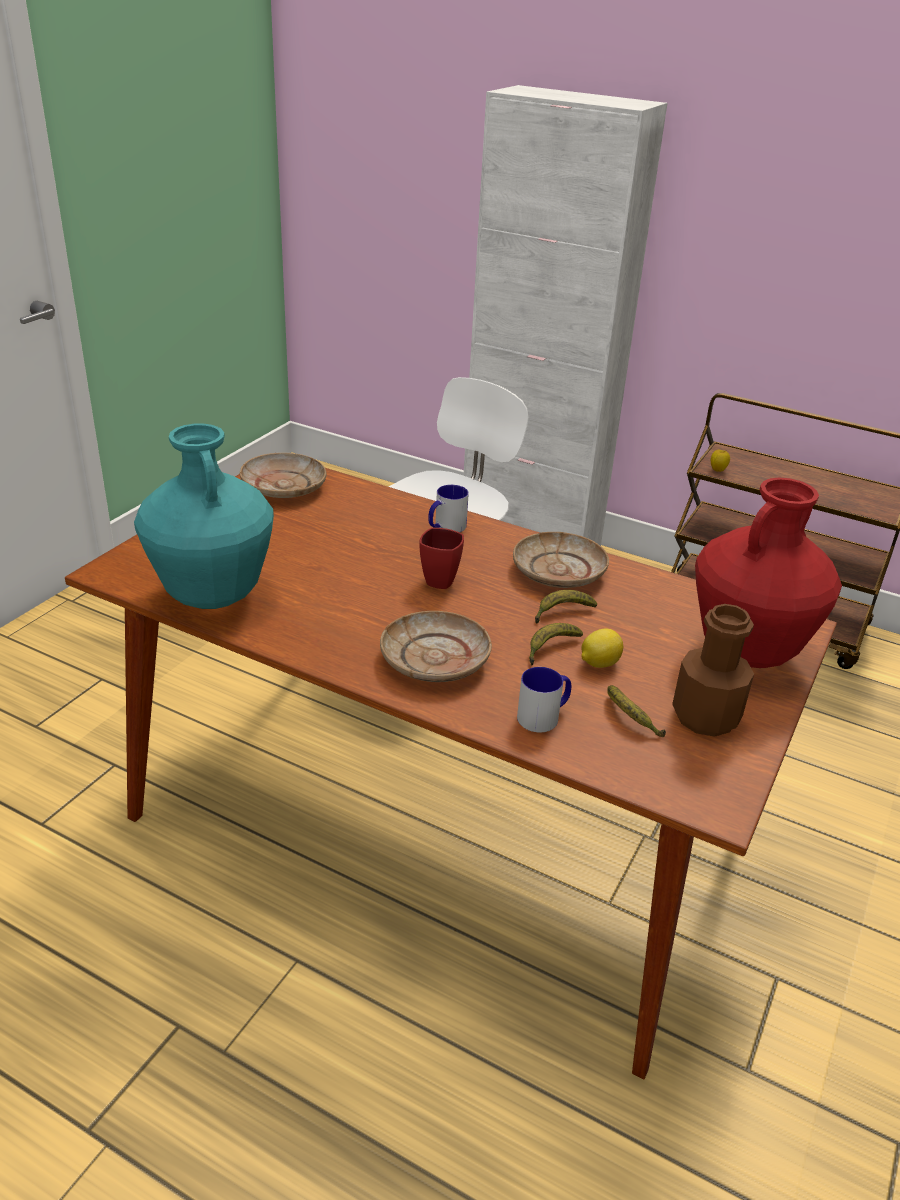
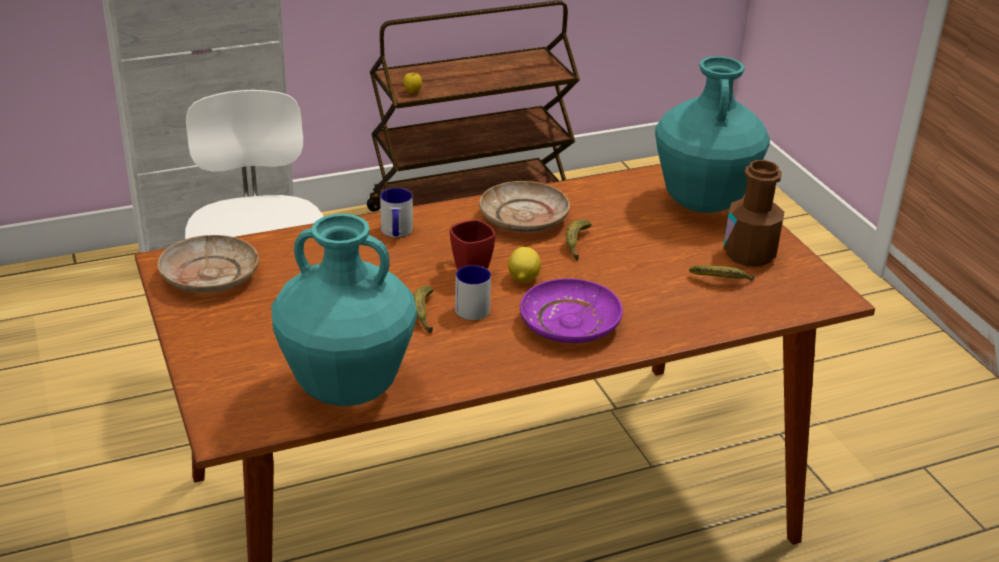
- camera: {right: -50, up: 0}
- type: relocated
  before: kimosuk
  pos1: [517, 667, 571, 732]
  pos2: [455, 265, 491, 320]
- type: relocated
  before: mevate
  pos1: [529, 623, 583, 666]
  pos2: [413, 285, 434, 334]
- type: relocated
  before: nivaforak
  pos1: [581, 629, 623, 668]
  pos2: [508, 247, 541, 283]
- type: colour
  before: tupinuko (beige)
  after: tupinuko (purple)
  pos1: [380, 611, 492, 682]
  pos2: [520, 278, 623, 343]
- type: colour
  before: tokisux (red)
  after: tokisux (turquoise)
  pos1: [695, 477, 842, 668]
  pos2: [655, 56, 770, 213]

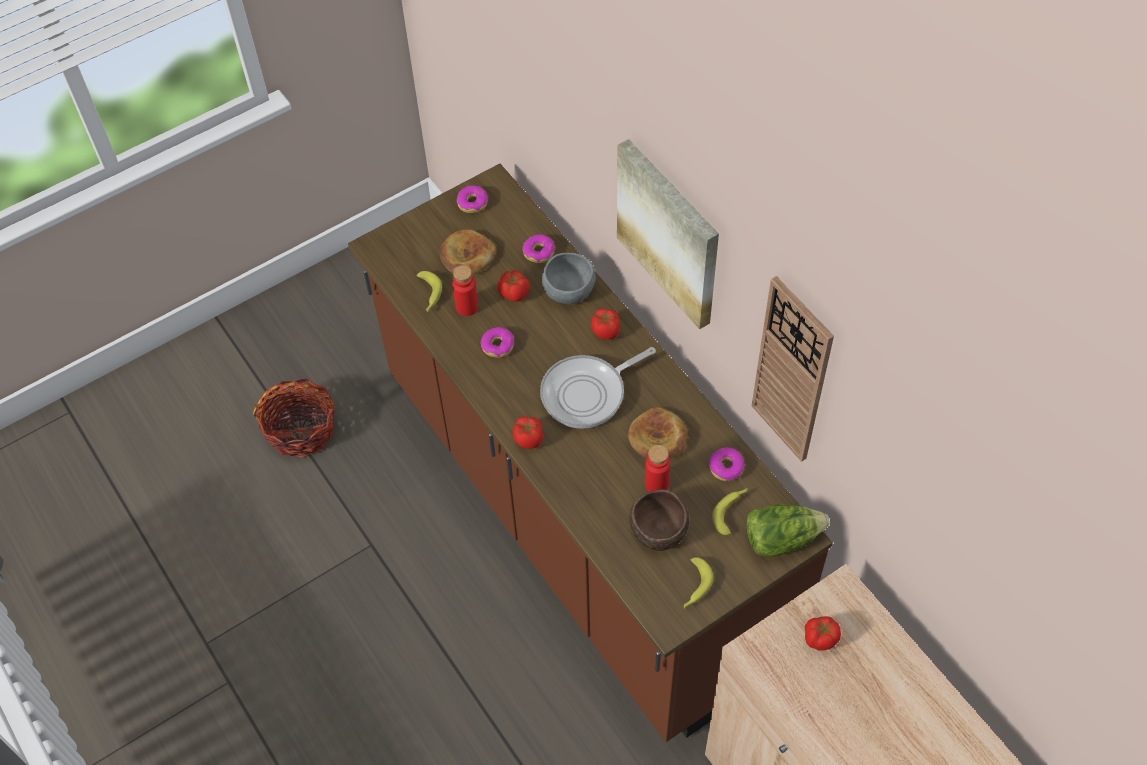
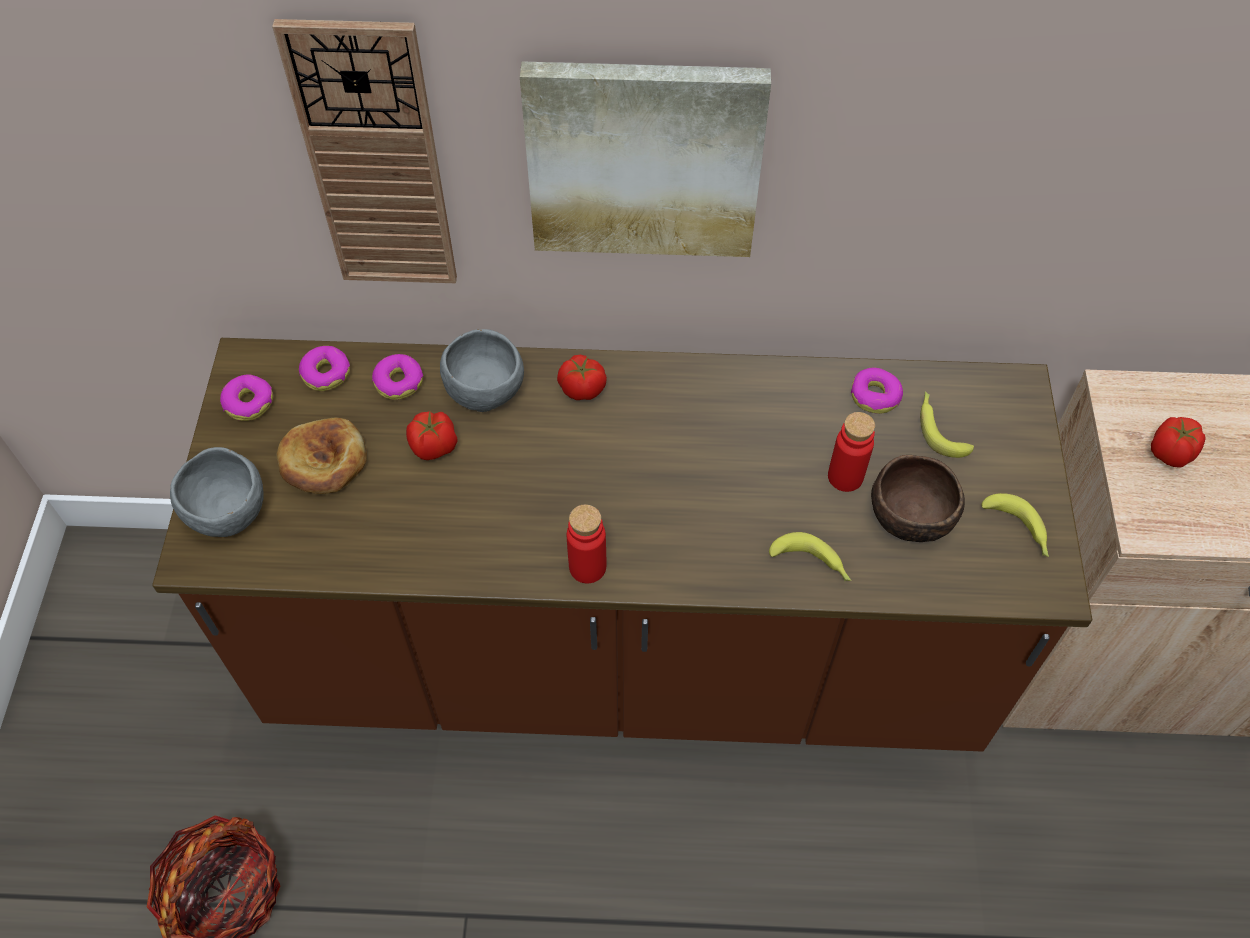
- camera: {right: -55, up: 0}
- type: missing
  before: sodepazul
  pos1: [513, 416, 543, 449]
- type: missing
  before: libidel
  pos1: [540, 347, 656, 429]
- type: missing
  before: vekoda
  pos1: [628, 407, 688, 459]
- type: missing
  before: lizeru
  pos1: [746, 504, 830, 557]
- type: appeared
  after: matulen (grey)
  pos2: [170, 447, 264, 537]
- type: relocated
  before: mevate
  pos1: [416, 271, 442, 312]
  pos2: [769, 532, 852, 581]
- type: relocated
  before: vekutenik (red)
  pos1: [452, 265, 478, 316]
  pos2: [567, 504, 606, 583]
- type: relocated
  before: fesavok
  pos1: [481, 327, 514, 358]
  pos2: [299, 346, 350, 391]
- type: relocated
  before: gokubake
  pos1: [751, 276, 834, 462]
  pos2: [272, 19, 457, 283]

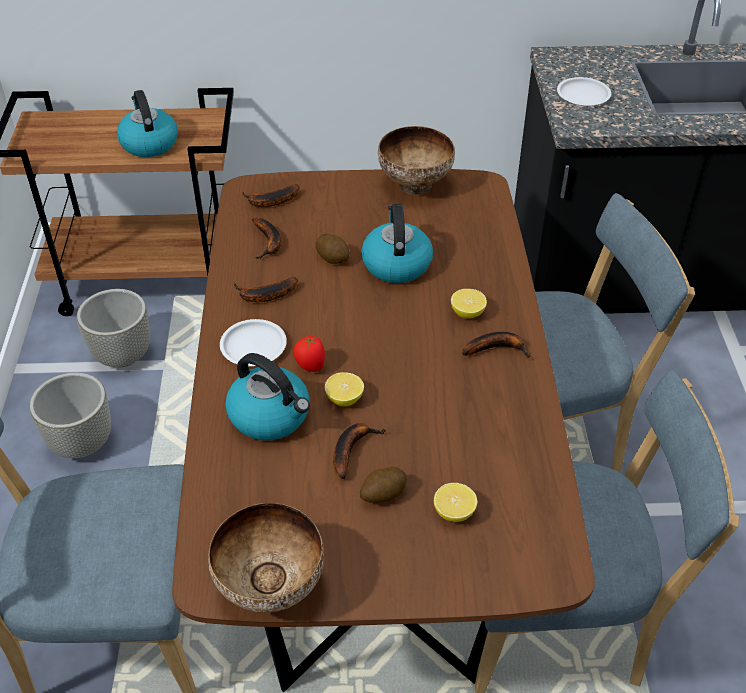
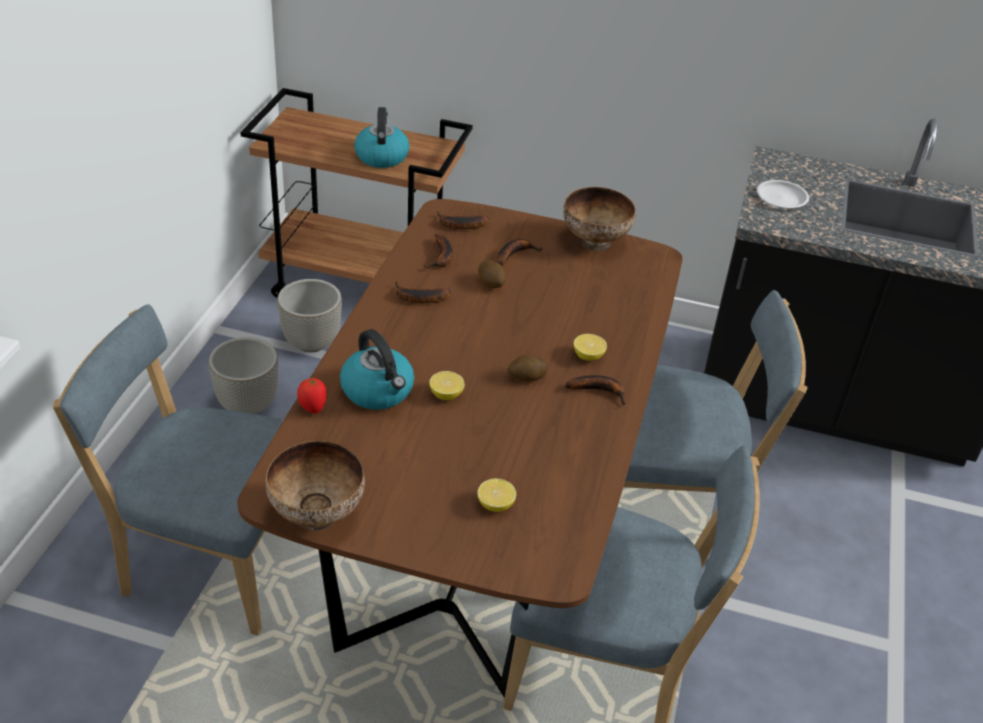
- camera: {right: 15, up: -5}
- type: missing
  before: tupinuko (white)
  pos1: [220, 319, 287, 366]
- type: missing
  before: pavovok
  pos1: [361, 204, 433, 283]
- type: relocated
  before: sodepazul
  pos1: [294, 336, 325, 372]
  pos2: [297, 377, 327, 413]
- type: relocated
  before: mevate
  pos1: [333, 423, 385, 479]
  pos2: [496, 239, 542, 266]
- type: relocated
  before: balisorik
  pos1: [360, 466, 407, 503]
  pos2: [507, 354, 548, 382]

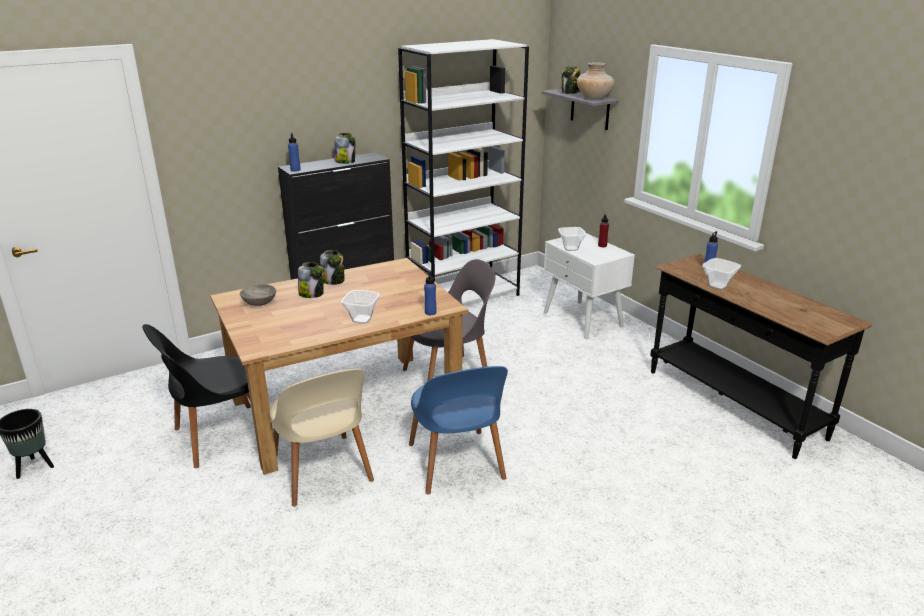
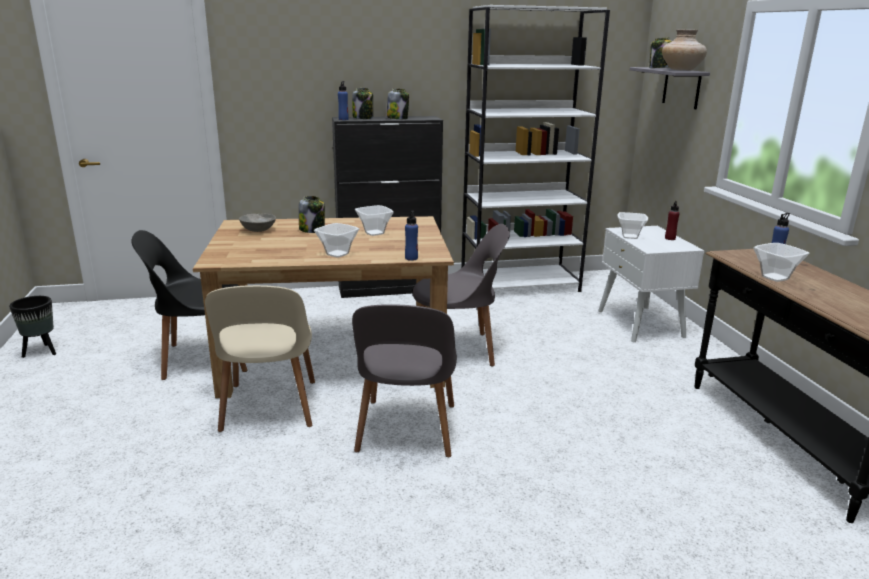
- camera: {right: 20, up: -5}
- type: appeared
  after: matulen
  pos2: [355, 205, 394, 236]
- type: relocated
  before: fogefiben
  pos1: [320, 250, 345, 285]
  pos2: [352, 88, 373, 119]
- type: colour
  before: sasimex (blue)
  after: sasimex (grey)
  pos1: [409, 366, 508, 494]
  pos2: [352, 304, 457, 457]

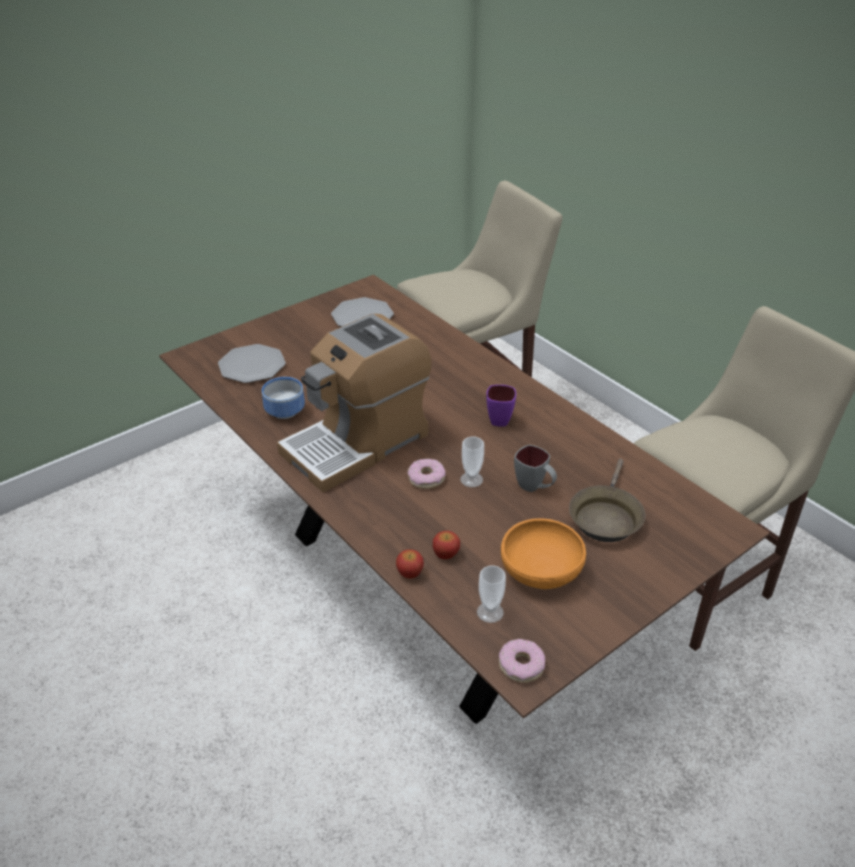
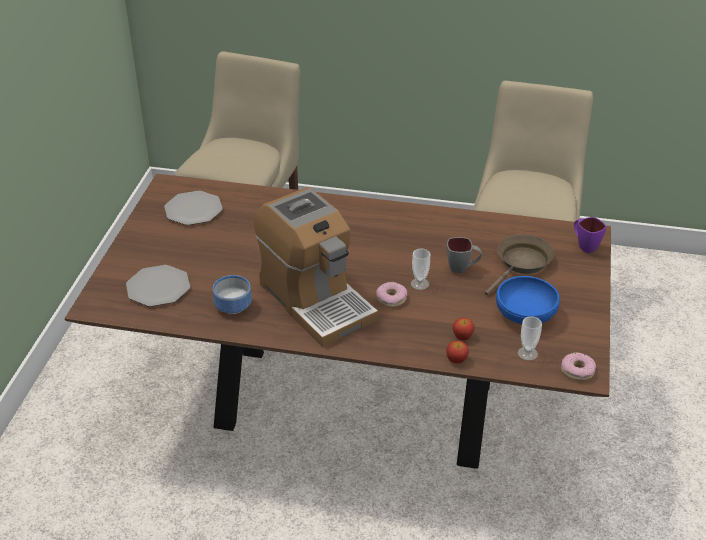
- camera: {right: -40, up: 0}
- type: relocated
  before: kimosuk (purple)
  pos1: [486, 385, 516, 427]
  pos2: [574, 217, 606, 253]
- type: colour
  before: matulen (orange)
  after: matulen (blue)
  pos1: [501, 518, 586, 589]
  pos2: [496, 276, 560, 324]
- type: spun
  before: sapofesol
  pos1: [277, 314, 432, 493]
  pos2: [254, 188, 378, 347]
  turn: -45
- type: spun
  before: libidel (brown)
  pos1: [569, 459, 645, 542]
  pos2: [485, 234, 554, 295]
  turn: -120

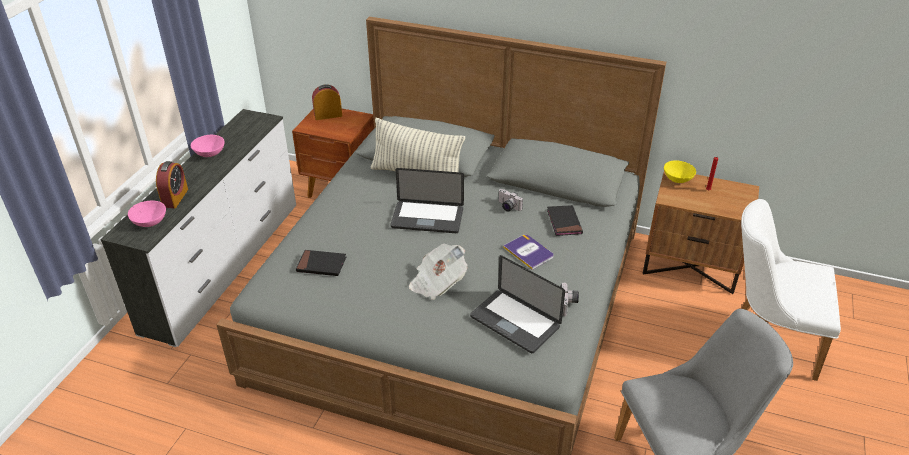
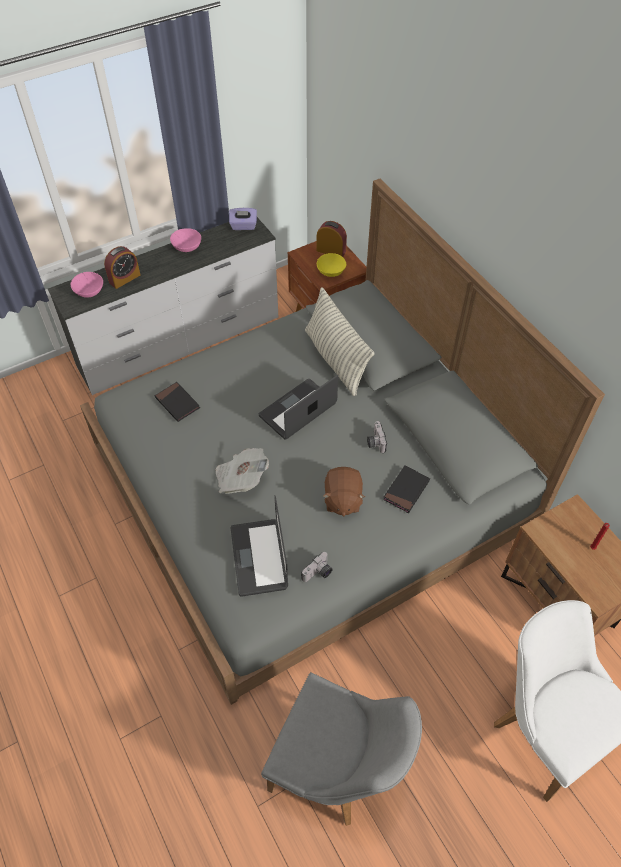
- camera: {right: 40, up: 15}
- type: appeared
  after: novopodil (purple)
  pos2: [229, 208, 257, 230]
- type: relocated
  before: matulen (yellow)
  pos1: [664, 160, 696, 183]
  pos2: [317, 253, 346, 277]
- type: exchanged
  before: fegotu
  after: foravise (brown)
  pos1: [503, 234, 554, 270]
  pos2: [323, 467, 365, 517]
- type: spun
  before: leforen
  pos1: [390, 168, 464, 233]
  pos2: [259, 375, 338, 440]
  turn: 90

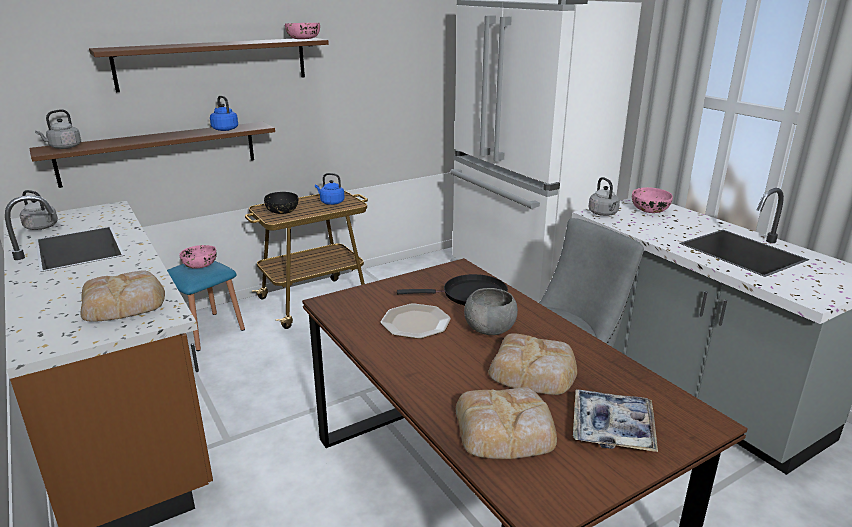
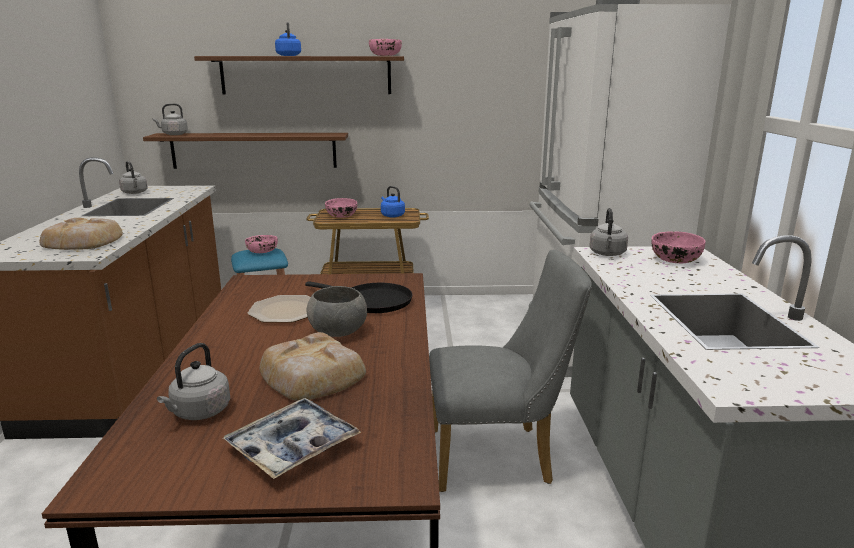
- camera: {right: 30, up: -5}
- type: relocated
  before: pavovok (blue)
  pos1: [210, 96, 238, 131]
  pos2: [275, 22, 301, 56]
- type: exchanged
  before: vekoda
  after: pavovok (grey)
  pos1: [456, 387, 557, 459]
  pos2: [157, 343, 230, 420]
- type: colour
  before: matulen (black)
  after: matulen (pink)
  pos1: [264, 192, 299, 214]
  pos2: [325, 198, 357, 218]

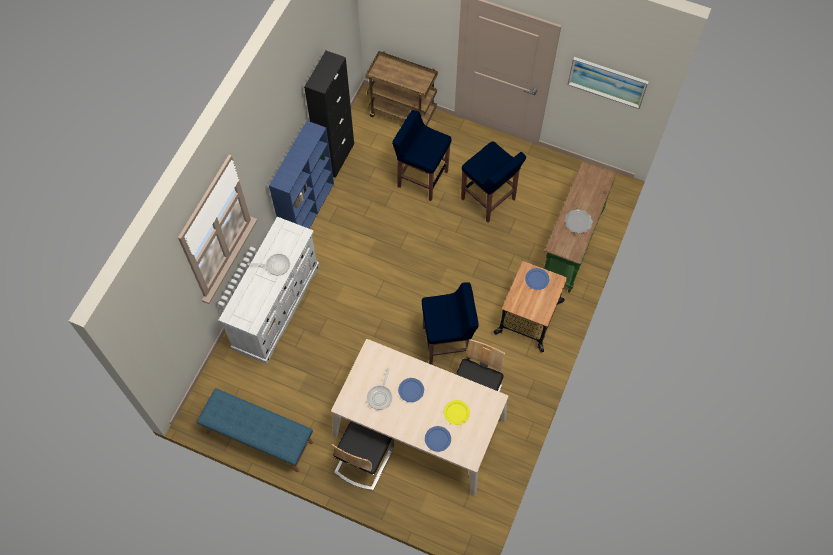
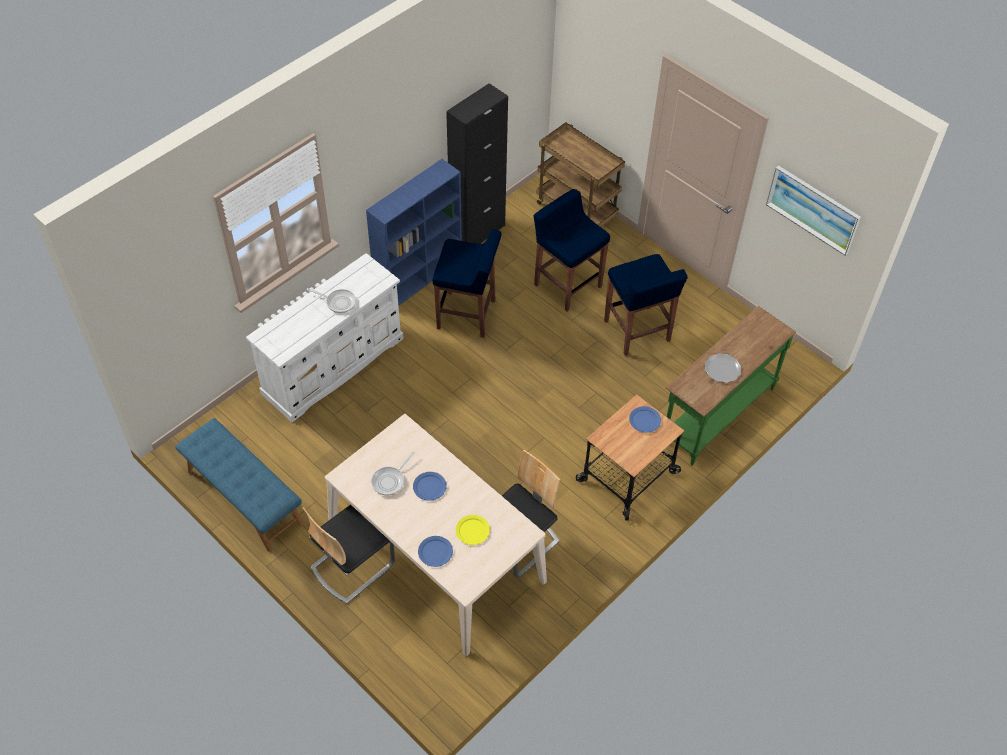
- camera: {right: 20, up: -10}
- type: relocated
  before: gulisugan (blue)
  pos1: [422, 282, 479, 365]
  pos2: [432, 229, 501, 338]

